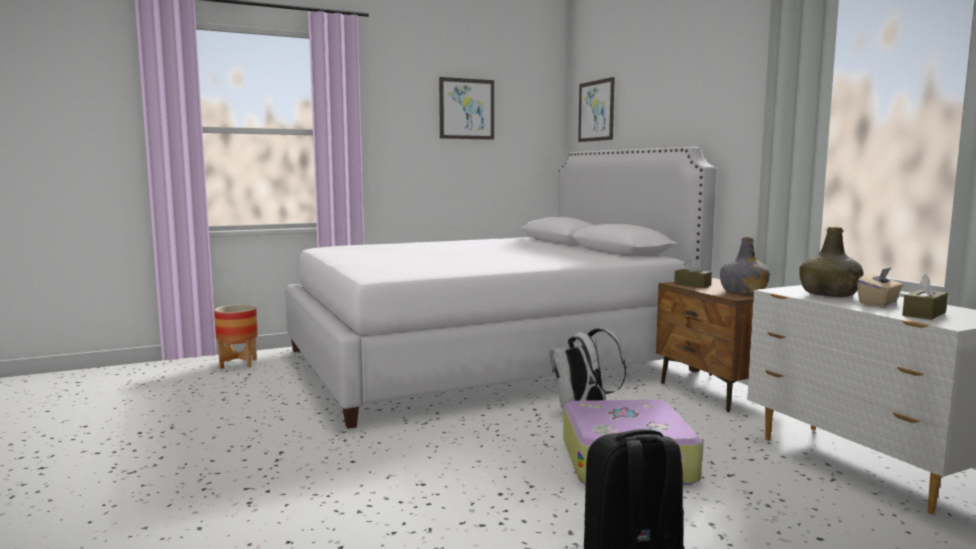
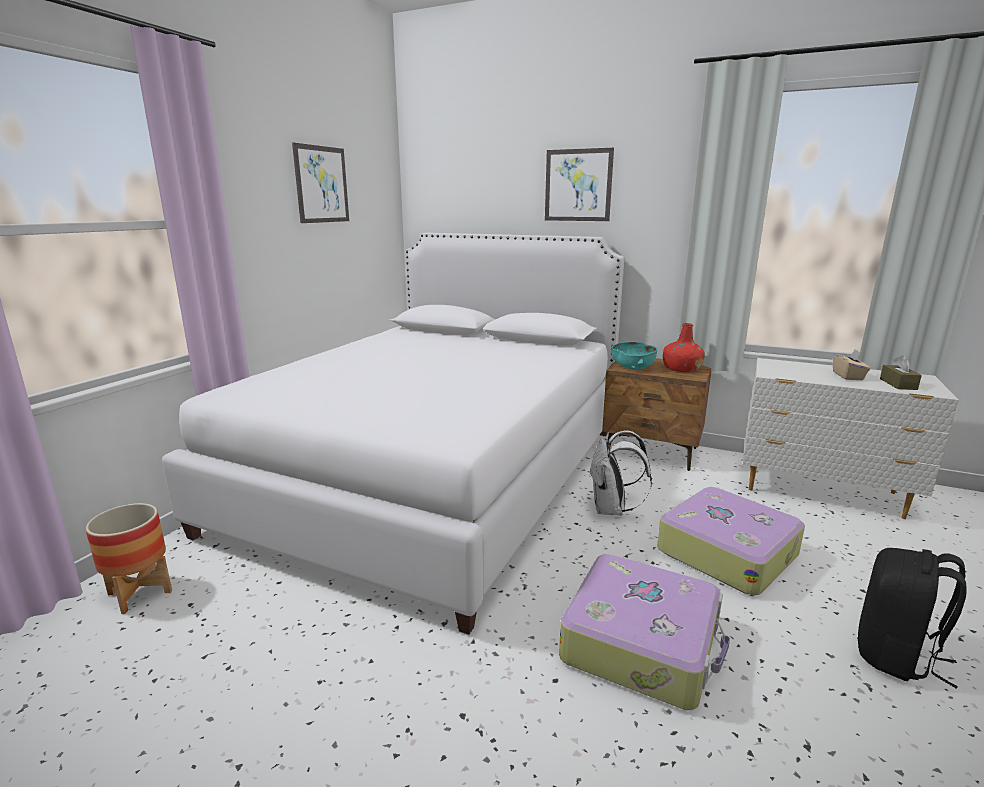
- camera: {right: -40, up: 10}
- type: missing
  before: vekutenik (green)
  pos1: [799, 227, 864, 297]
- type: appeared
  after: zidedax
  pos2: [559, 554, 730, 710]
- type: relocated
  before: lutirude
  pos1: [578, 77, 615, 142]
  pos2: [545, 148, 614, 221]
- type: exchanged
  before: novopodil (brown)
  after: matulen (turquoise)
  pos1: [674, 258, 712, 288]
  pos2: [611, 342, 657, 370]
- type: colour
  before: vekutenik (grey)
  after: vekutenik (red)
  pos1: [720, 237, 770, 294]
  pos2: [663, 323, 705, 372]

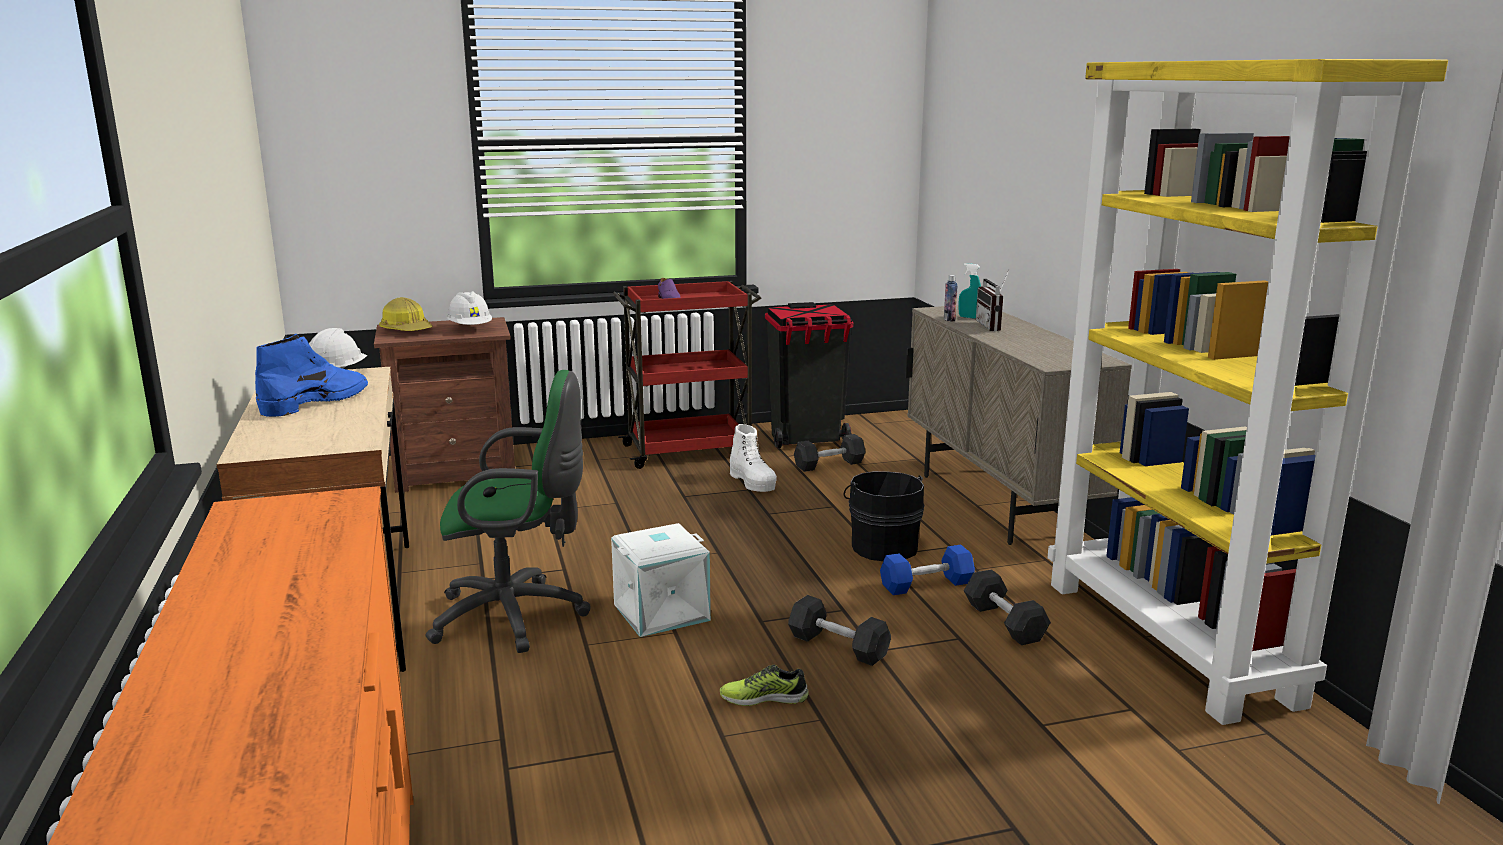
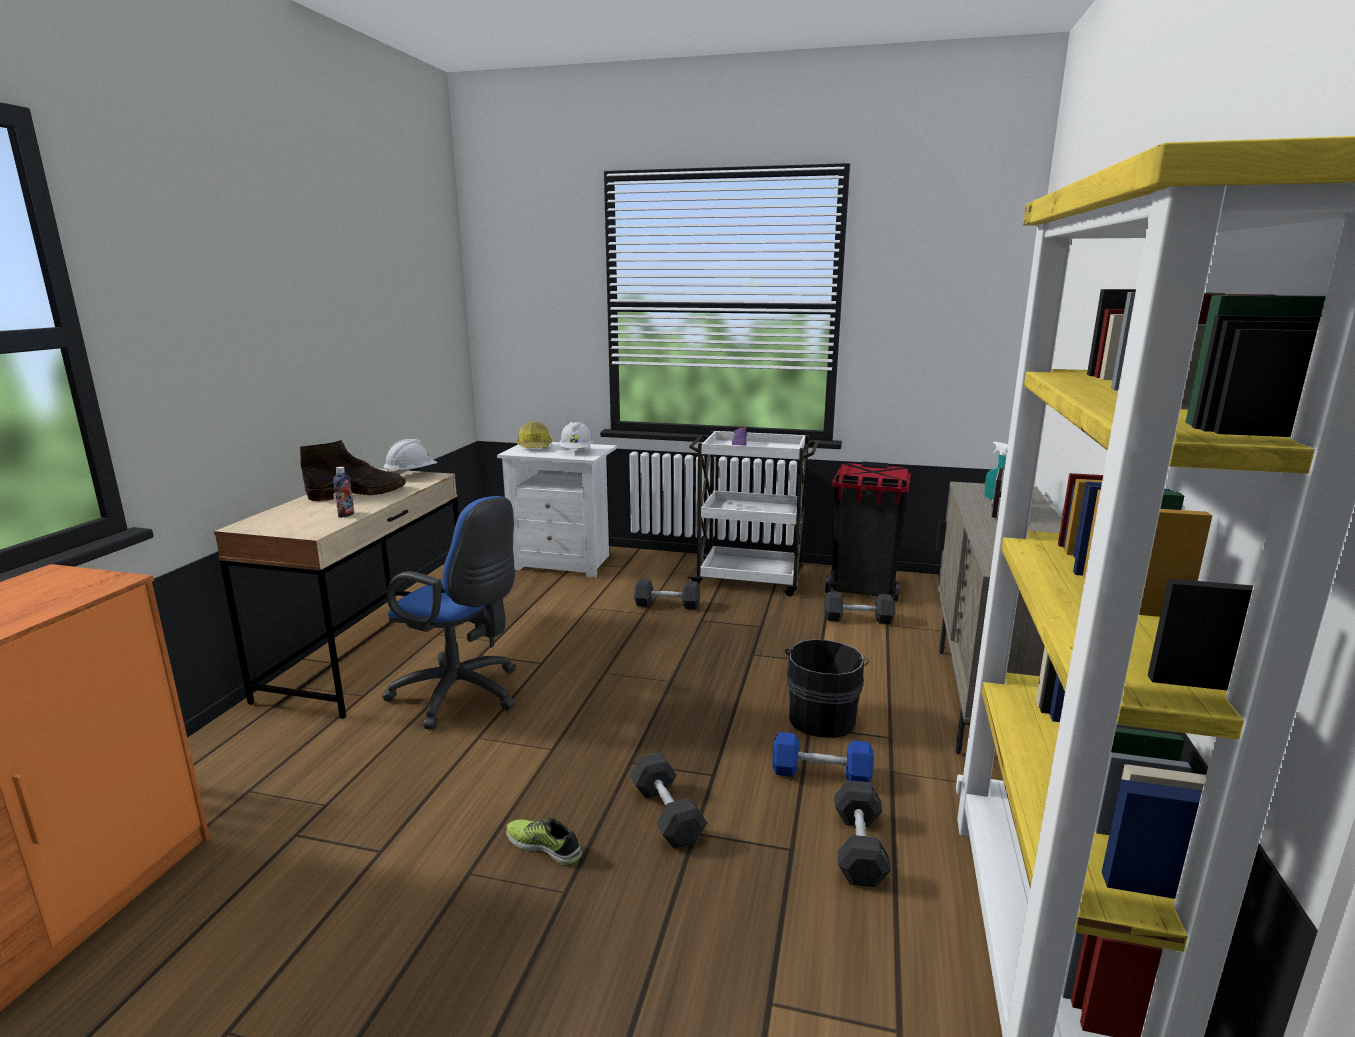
- camera: {right: 30, up: 0}
- type: missing
  before: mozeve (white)
  pos1: [611, 523, 711, 637]
- type: missing
  before: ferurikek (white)
  pos1: [730, 424, 777, 492]
- type: appeared
  after: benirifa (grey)
  pos2: [634, 579, 700, 609]
- type: relocated
  before: vekutenik
  pos1: [944, 275, 958, 322]
  pos2: [333, 467, 355, 518]
- type: colour
  before: ferurikek (blue)
  after: ferurikek (brown)
  pos1: [255, 334, 368, 417]
  pos2: [300, 440, 406, 501]
- type: colour
  before: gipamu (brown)
  after: gipamu (white)
  pos1: [374, 317, 515, 493]
  pos2: [497, 442, 617, 578]
- type: colour
  before: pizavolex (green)
  after: pizavolex (blue)
  pos1: [425, 370, 591, 653]
  pos2: [382, 496, 516, 730]
- type: colour
  before: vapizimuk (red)
  after: vapizimuk (white)
  pos1: [613, 281, 762, 469]
  pos2: [688, 430, 819, 596]

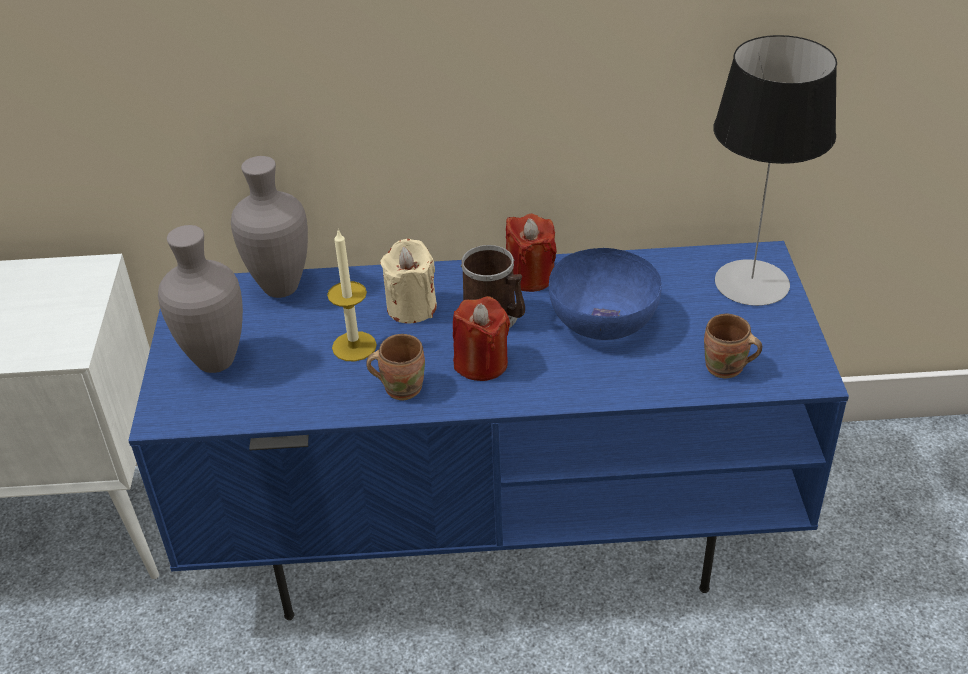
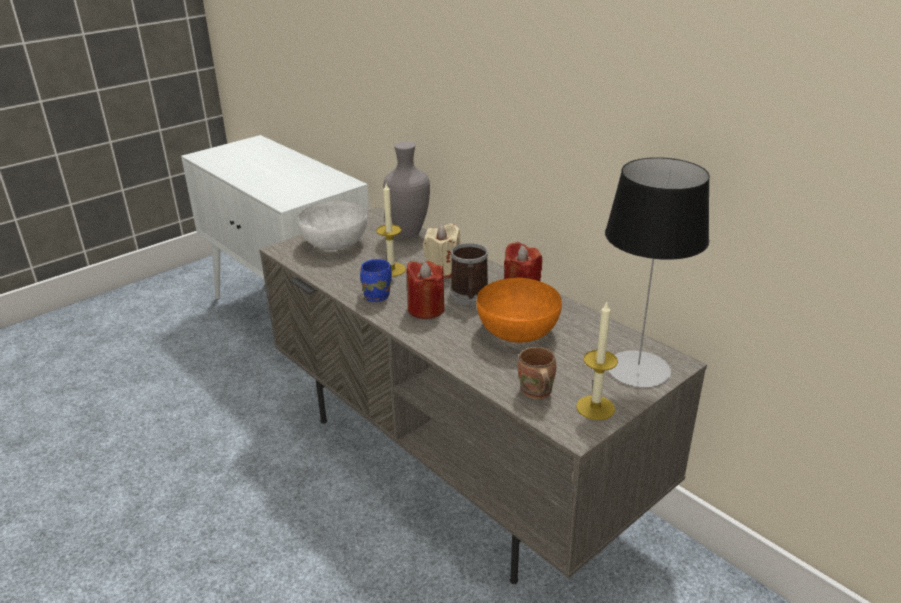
- camera: {right: 50, up: -10}
- type: appeared
  after: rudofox
  pos2: [576, 302, 618, 420]
- type: exchanged
  before: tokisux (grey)
  after: matulen (white)
  pos1: [158, 225, 243, 373]
  pos2: [298, 201, 367, 250]
- type: colour
  before: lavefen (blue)
  after: lavefen (grey)
  pos1: [128, 241, 849, 620]
  pos2: [259, 207, 707, 584]
- type: colour
  before: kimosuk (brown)
  after: kimosuk (blue)
  pos1: [366, 334, 425, 400]
  pos2: [360, 259, 392, 302]
- type: colour
  before: matulen (blue)
  after: matulen (orange)
  pos1: [549, 248, 662, 340]
  pos2: [477, 278, 562, 343]

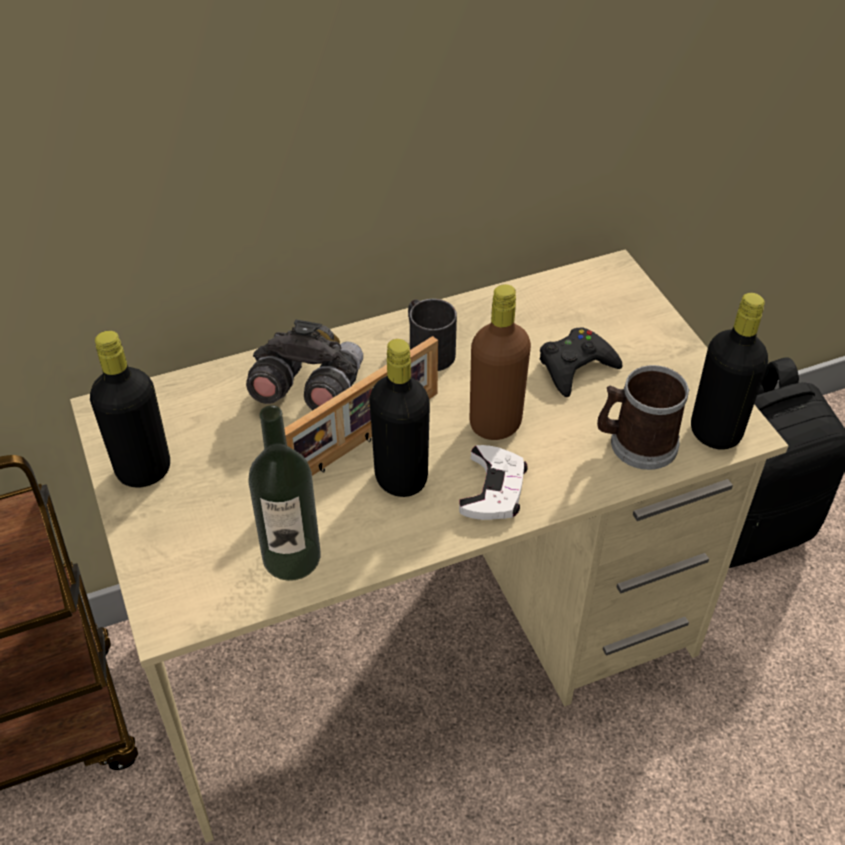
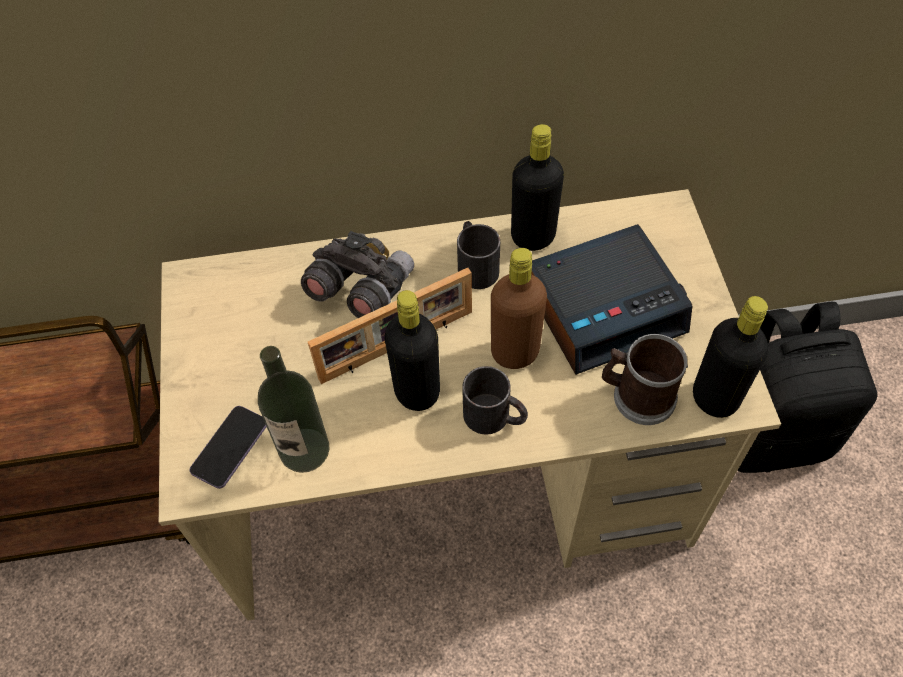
- camera: {right: 15, up: 10}
- type: appeared
  after: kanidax
  pos2: [190, 406, 267, 489]
- type: relocated
  before: vekutenik (black)
  pos1: [90, 331, 170, 488]
  pos2: [511, 124, 564, 251]
- type: exchanged
  before: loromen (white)
  after: kimosuk (black)
  pos1: [459, 445, 528, 520]
  pos2: [462, 366, 528, 435]
- type: exchanged
  before: loromen (black)
  after: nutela
  pos1: [540, 327, 622, 397]
  pos2: [532, 224, 692, 375]

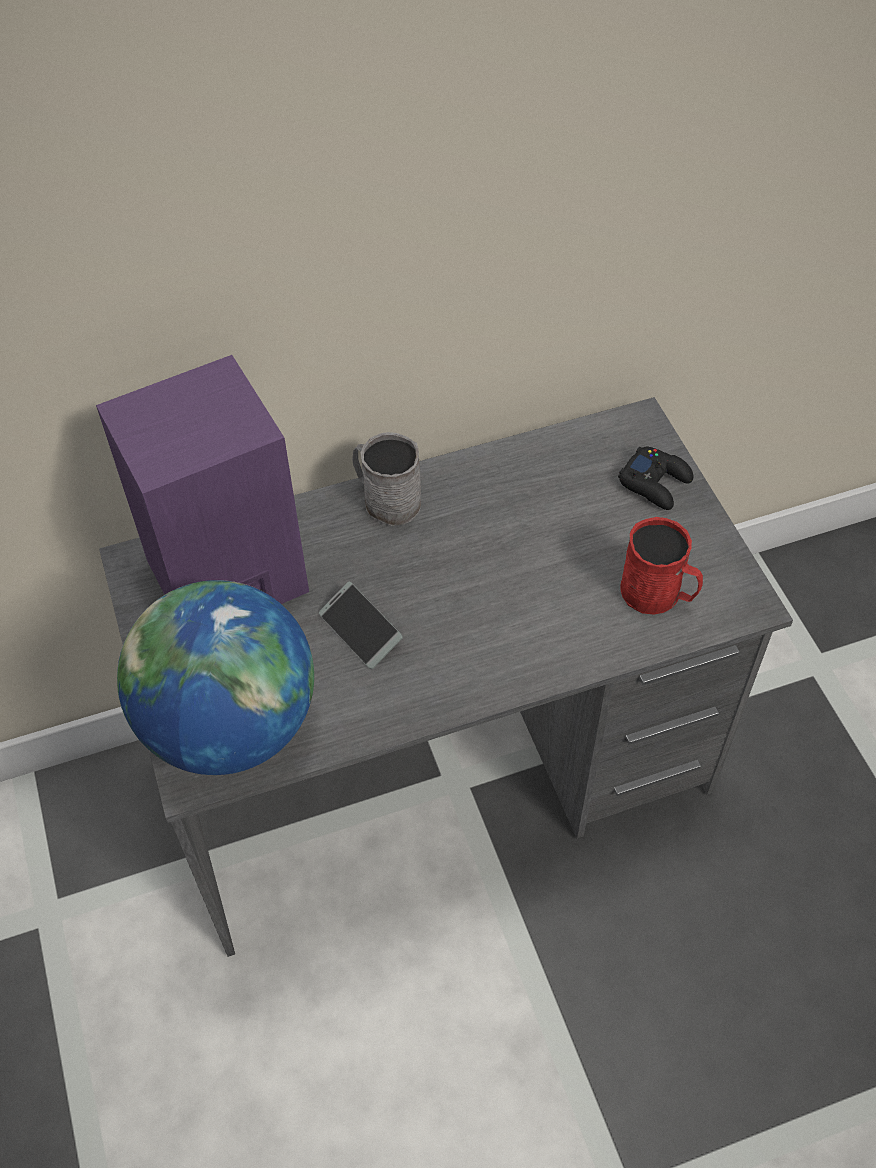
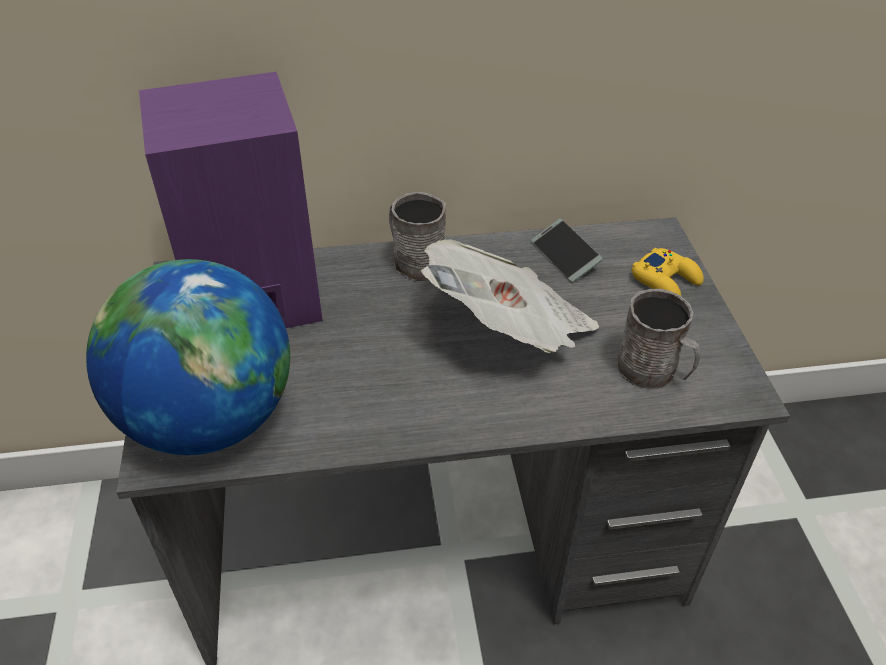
- camera: {right: 10, up: -10}
- type: appeared
  after: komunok
  pos2: [421, 239, 599, 353]
- type: relocated
  before: kanidax
  pos1: [319, 582, 403, 669]
  pos2: [531, 219, 603, 283]
- type: colour
  before: loromen (black)
  after: loromen (yellow)
  pos1: [618, 447, 693, 510]
  pos2: [631, 248, 704, 295]
- type: colour
  before: kimosuk (red)
  after: kimosuk (grey)
  pos1: [621, 517, 703, 615]
  pos2: [617, 289, 701, 389]

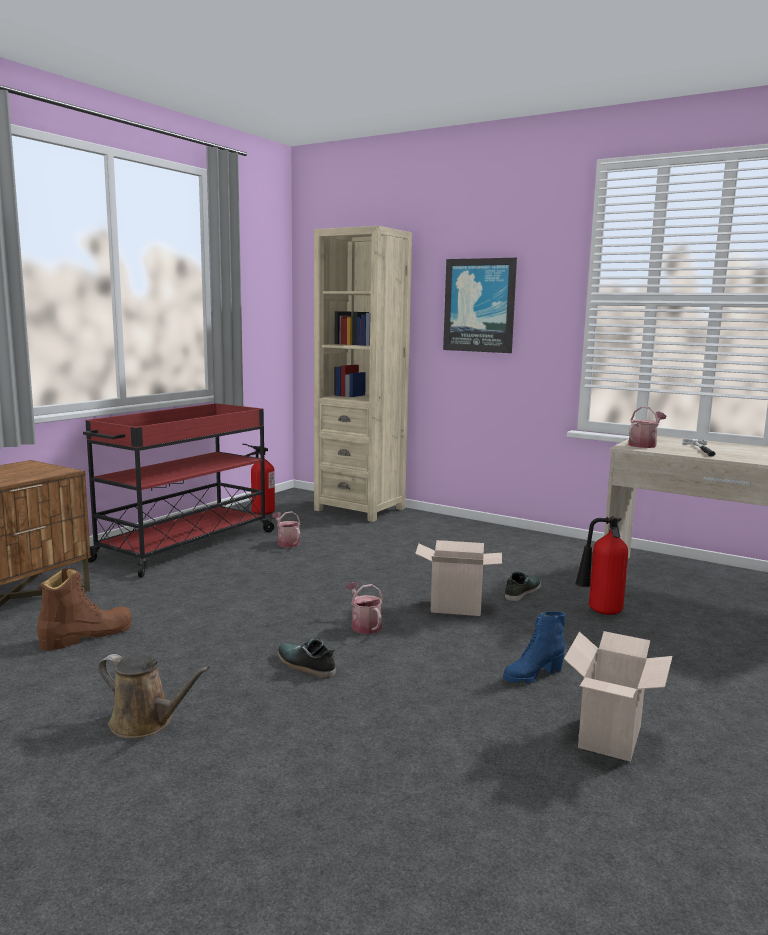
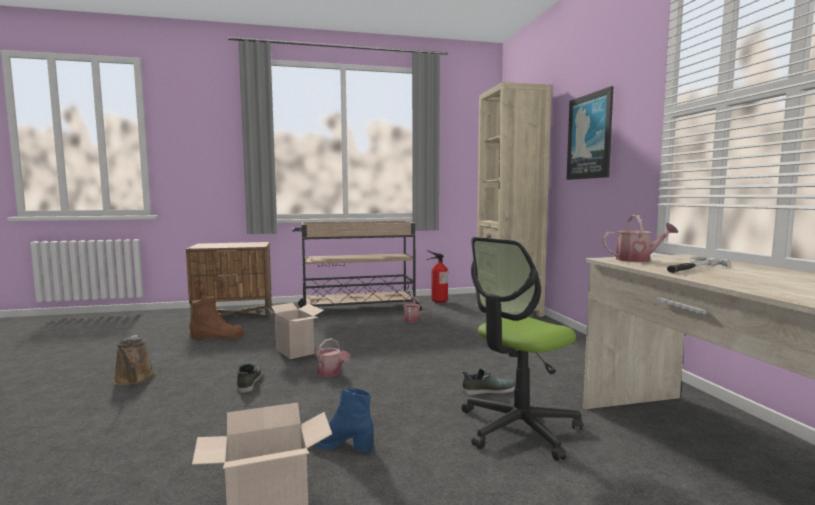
- camera: {right: 45, up: -5}
- type: relocated
  before: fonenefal
  pos1: [415, 540, 502, 616]
  pos2: [266, 303, 324, 359]
- type: exchanged
  before: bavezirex
  after: pizavolex
  pos1: [575, 517, 628, 615]
  pos2: [462, 237, 582, 461]
- type: colour
  before: vapizimuk (red)
  after: vapizimuk (beige)
  pos1: [83, 403, 275, 577]
  pos2: [292, 221, 422, 311]
- type: spun
  before: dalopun
  pos1: [346, 582, 383, 634]
  pos2: [316, 338, 350, 377]
  turn: 120

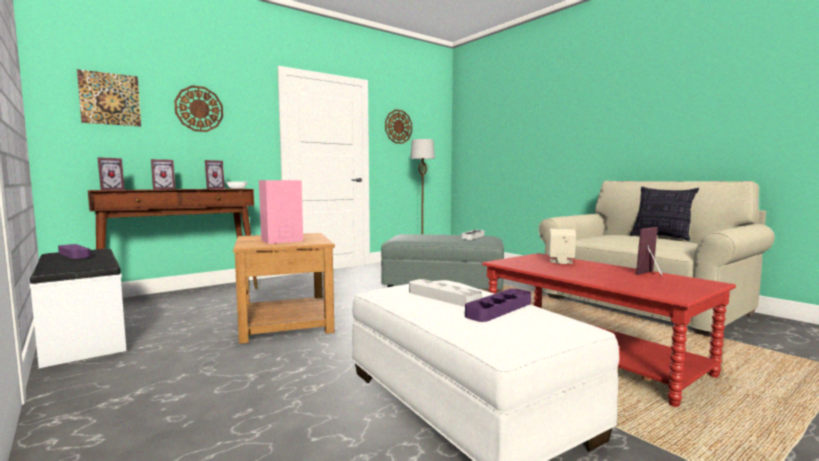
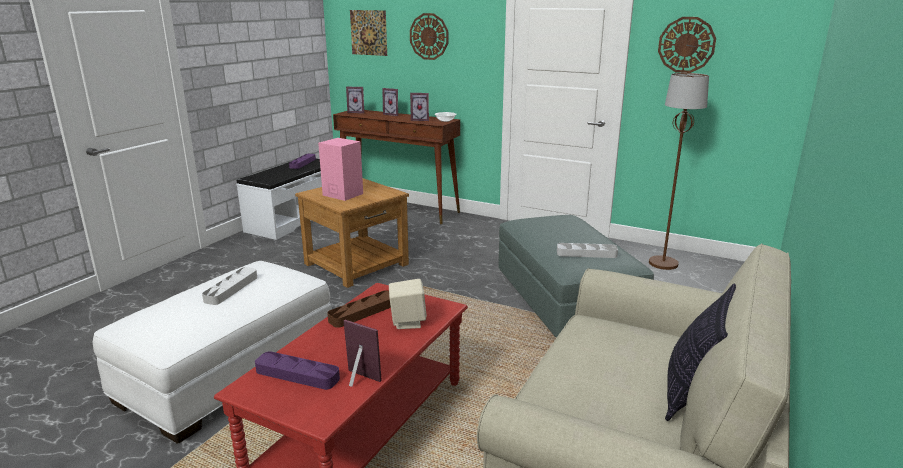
- camera: {right: 65, up: 15}
- type: appeared
  after: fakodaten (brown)
  pos2: [327, 290, 391, 328]
- type: relocated
  before: fakodaten (purple)
  pos1: [465, 289, 531, 322]
  pos2: [255, 351, 340, 390]

